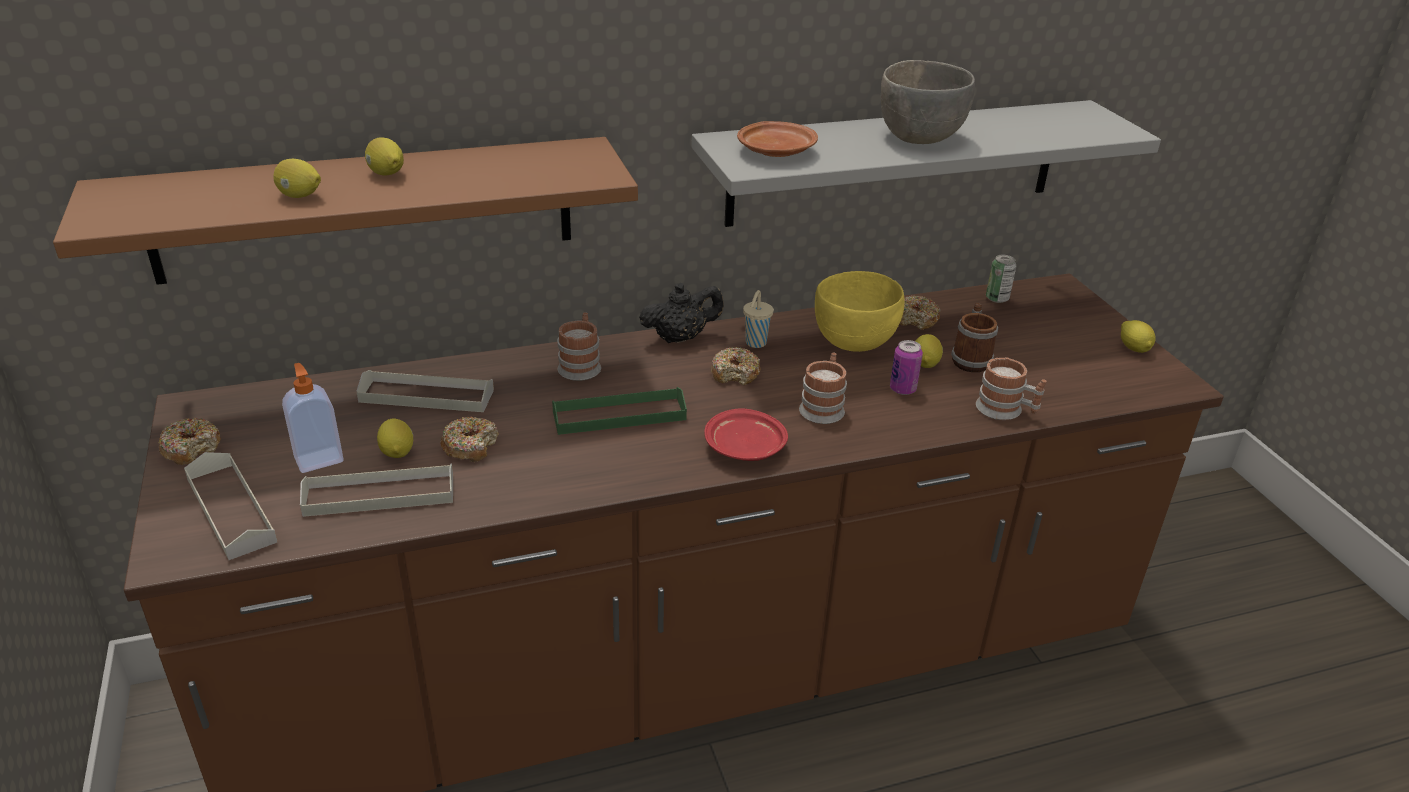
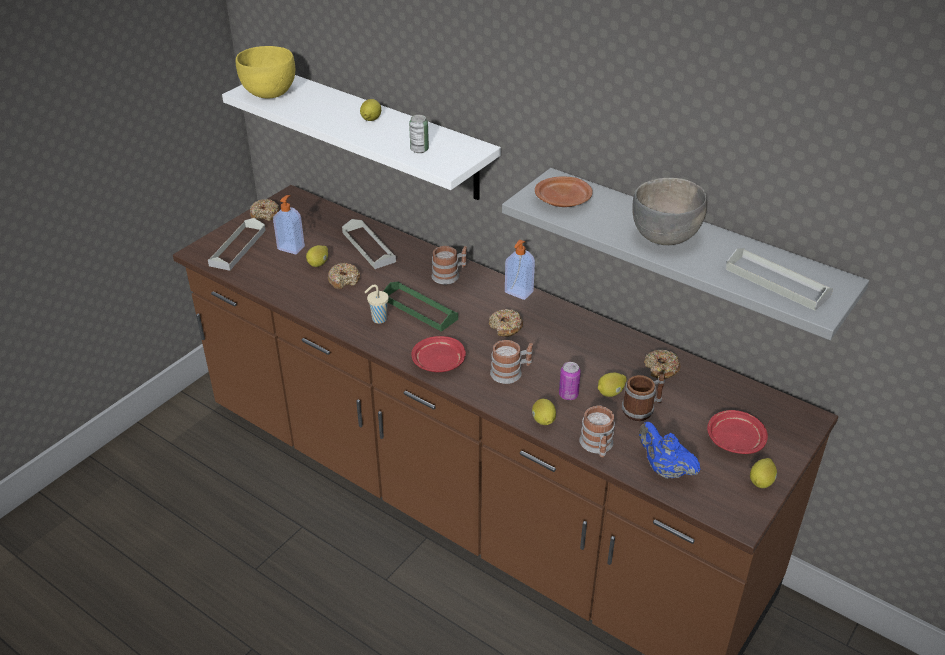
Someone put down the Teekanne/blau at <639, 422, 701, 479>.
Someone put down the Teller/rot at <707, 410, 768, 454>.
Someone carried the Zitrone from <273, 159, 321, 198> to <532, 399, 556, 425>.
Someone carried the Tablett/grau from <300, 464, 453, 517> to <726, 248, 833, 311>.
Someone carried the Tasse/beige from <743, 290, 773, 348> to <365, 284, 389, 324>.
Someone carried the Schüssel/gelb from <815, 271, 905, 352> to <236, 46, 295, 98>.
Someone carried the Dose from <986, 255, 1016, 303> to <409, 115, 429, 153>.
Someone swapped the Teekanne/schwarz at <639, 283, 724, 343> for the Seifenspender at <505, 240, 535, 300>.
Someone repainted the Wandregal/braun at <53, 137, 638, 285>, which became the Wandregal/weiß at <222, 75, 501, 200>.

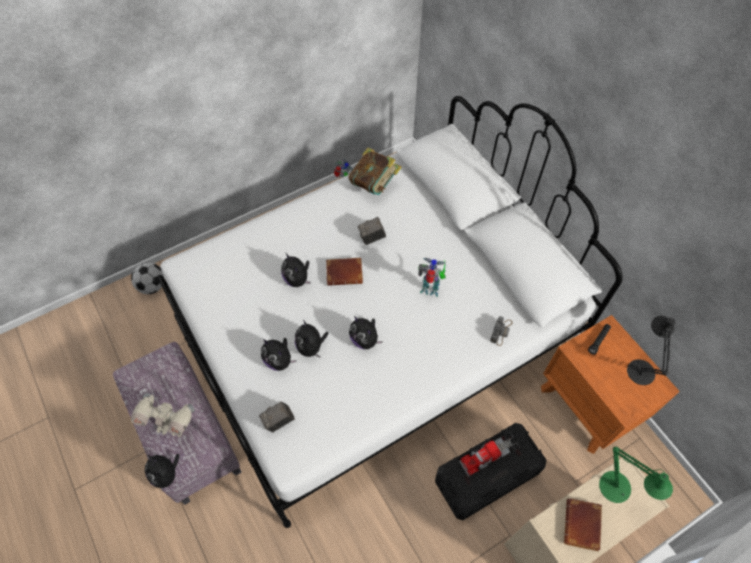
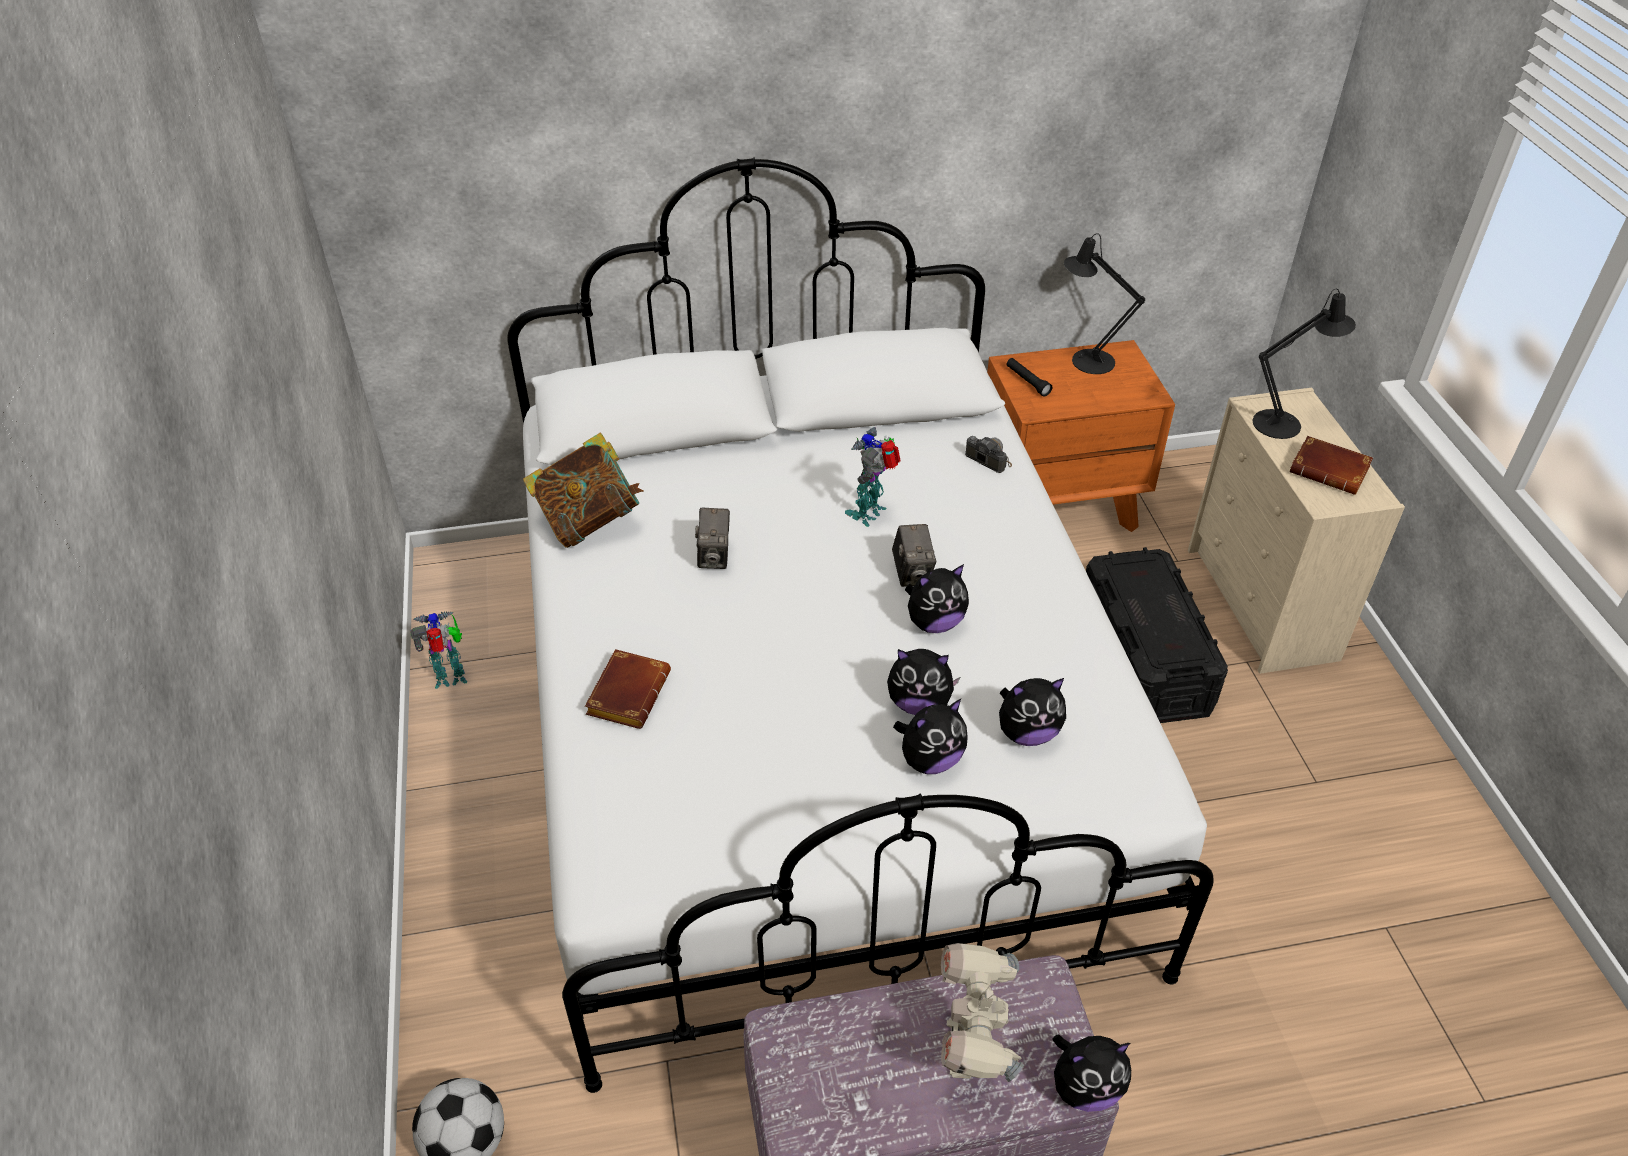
Someone took away the Spielzeuglaster at <459, 433, 520, 477>.
Someone carried the Kamera from <259, 402, 295, 432> to <892, 524, 936, 587>.
Someone carried the Plüschtier from <281, 253, 311, 287> to <999, 678, 1066, 746>.
Someone carried the Buch/braun from <326, 258, 363, 286> to <585, 649, 671, 729>.
Someone repainted the Tischlampe/grün at <599, 447, 673, 503>, which became the Tischlampe/schwarz at <1252, 289, 1356, 439>.
Someone rotated the Spielzeugroboter at <131, 393, 195, 437> by 150 degrees clockwise.

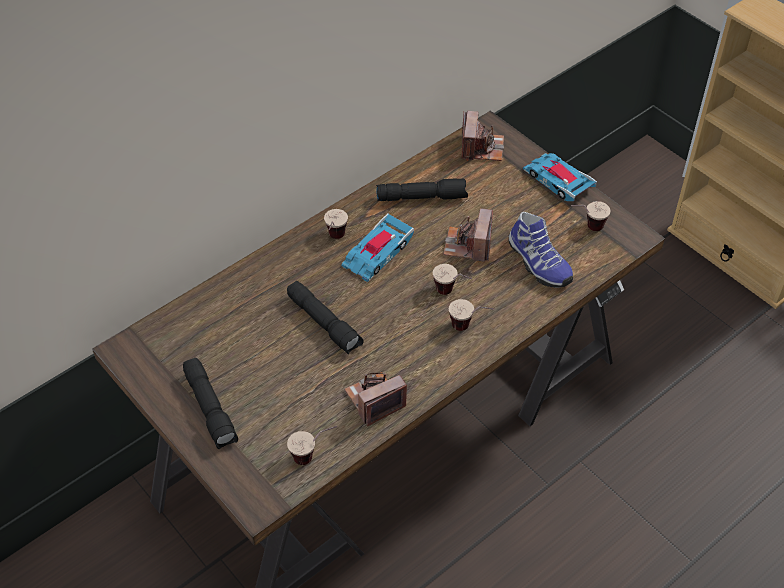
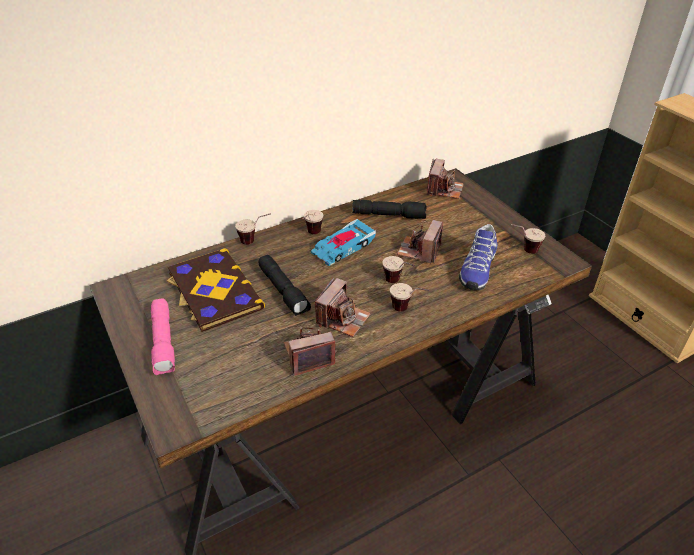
Someone took away the Spielzeugauto at <523, 153, 597, 201>.
Someone put down the Buch at <166, 248, 265, 332>.
Someone put down the Kamera at <315, 277, 371, 337>.
Someone carried the Tasse from <287, 426, 337, 465> to <235, 213, 271, 245>.
Someone repainted the Taschenlampe/schwarz at <183, 358, 238, 449>, which became the Taschenlampe/rosa at <151, 299, 175, 375>.
Someone rotated the Schuh at <508, 212, 573, 288> by 45 degrees clockwise.

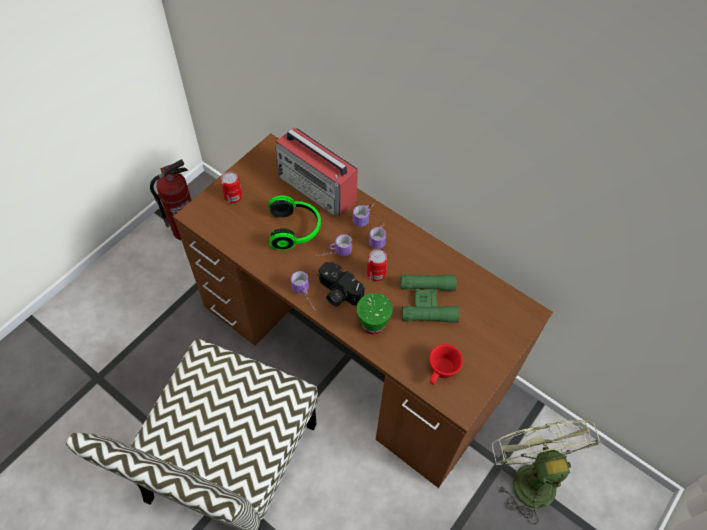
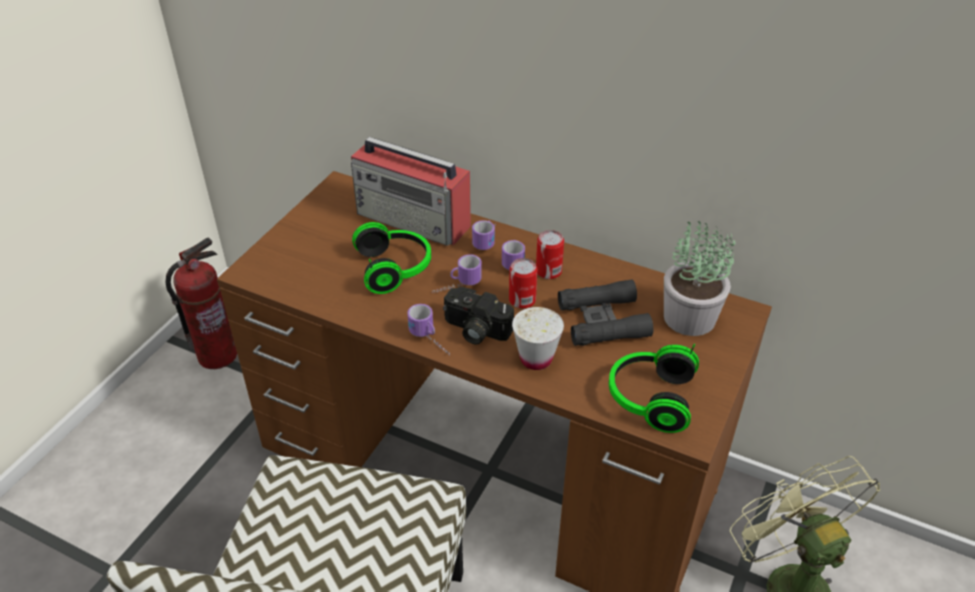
Someone put down the Topfpflanze at <664, 221, 735, 336>.
Someone carried the Dose from <220, 171, 242, 203> to <536, 230, 564, 279>.
Someone swapped the Tasse/rot at <429, 344, 463, 385> for the Kopfhörer at <609, 344, 699, 433>.
Someone repainted the Tasse/grün at <357, 293, 393, 334>, which became the Tasse/weiß at <512, 307, 564, 370>.
Someone repainted the Fernglas/grün at <401, 274, 459, 323>, which became the Fernglas/schwarz at <558, 279, 653, 346>.

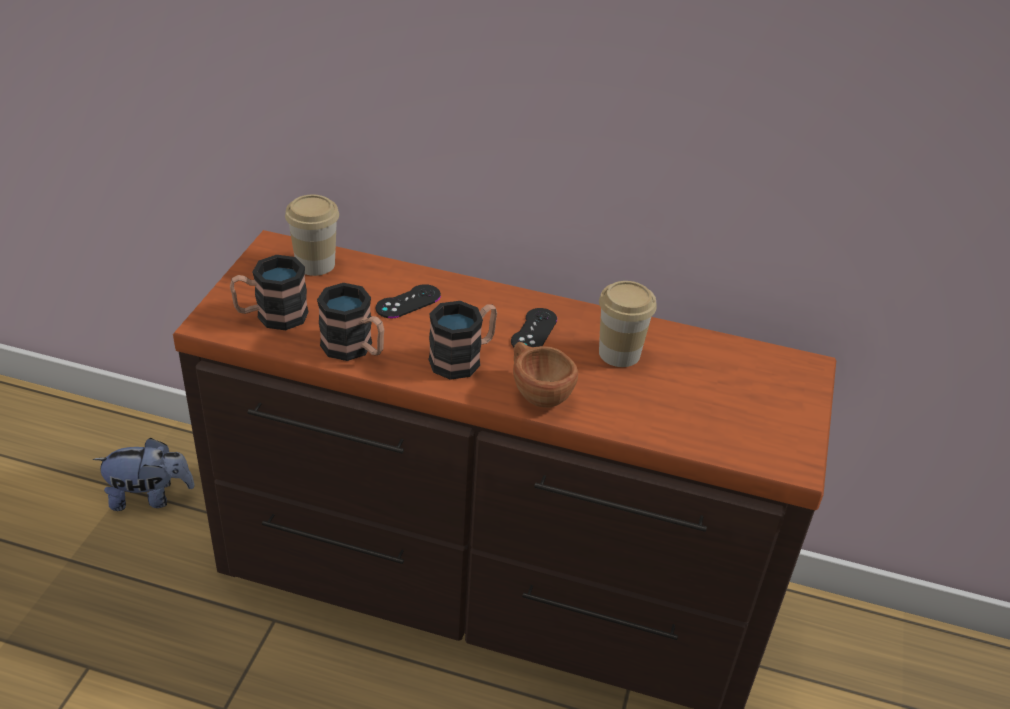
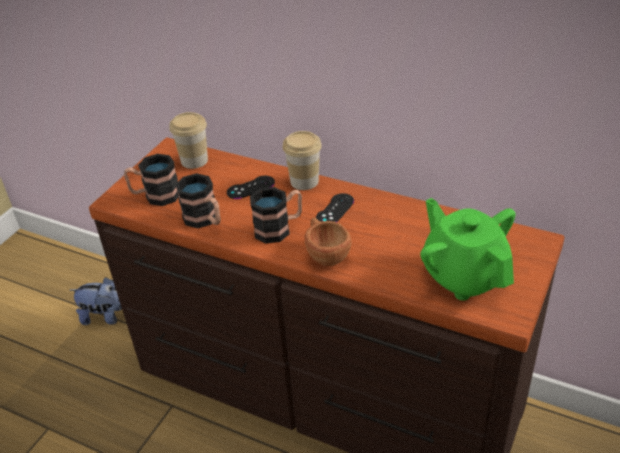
Someone put down the Teekanne/grün at <420, 198, 516, 300>.
Someone carried the Tasse from <599, 281, 657, 367> to <283, 131, 322, 190>.

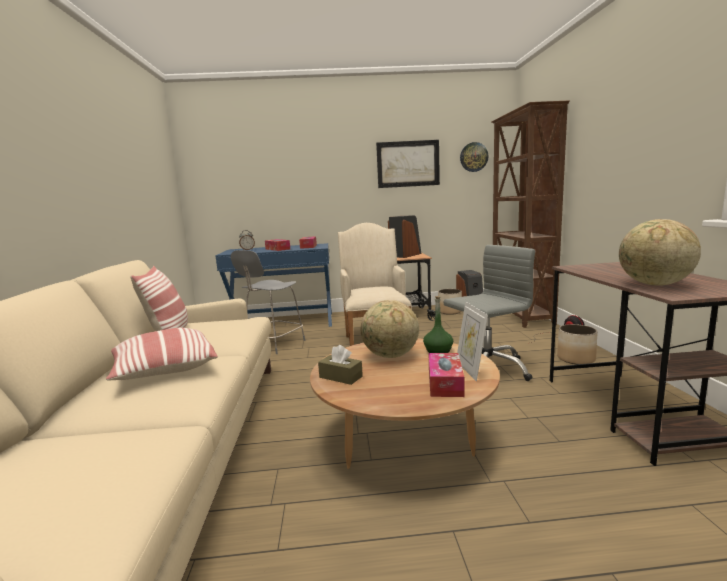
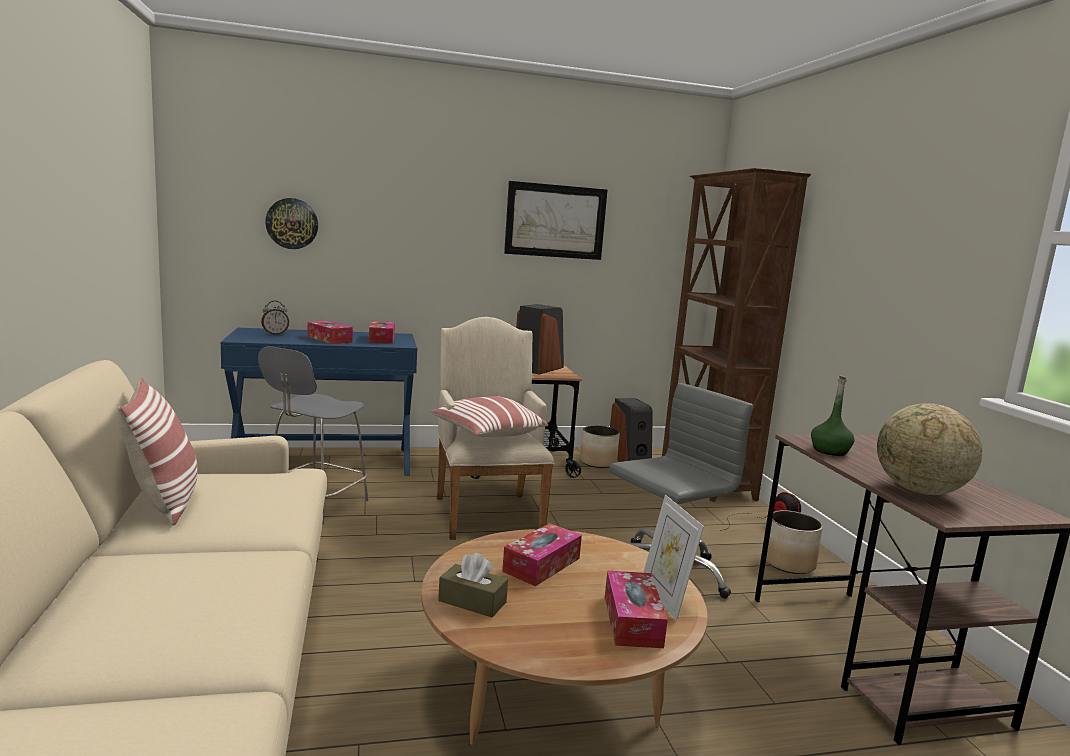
Someone carried the Kissen from <106, 328, 218, 381> to <430, 396, 548, 437>.
Someone carried the Flasche/grün from <423, 296, 453, 353> to <811, 375, 854, 456>.
Someone carried the Wanduhr from <460, 142, 489, 172> to <265, 198, 318, 249>.
Someone swapped the Globus at <361, 300, 419, 358> for the Taschentuchbox at <502, 523, 582, 586>.

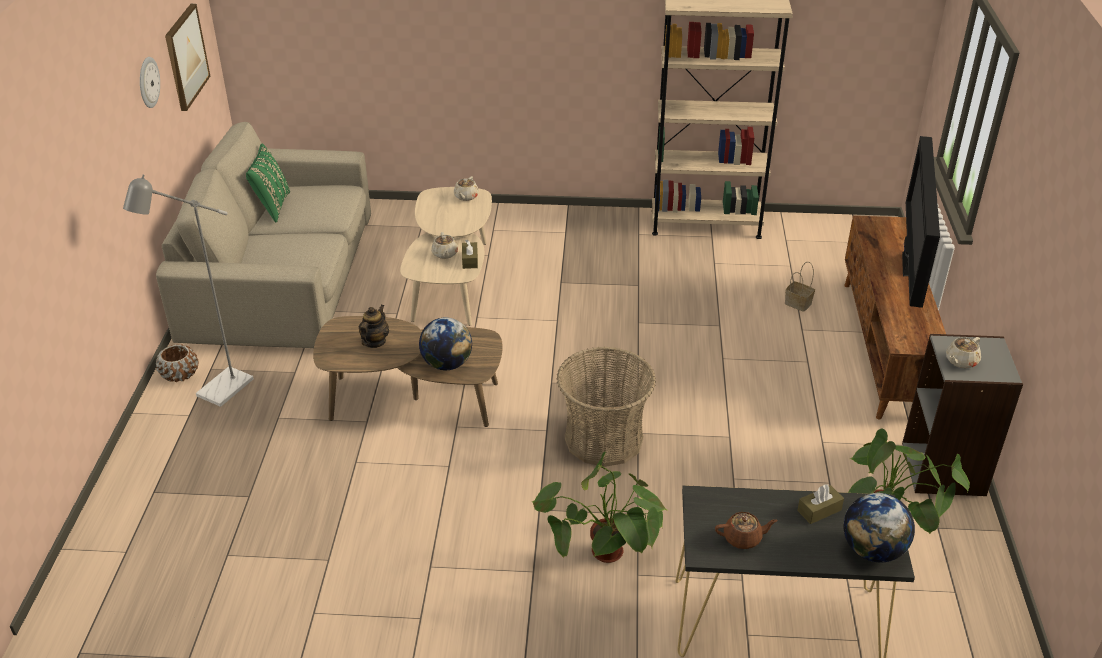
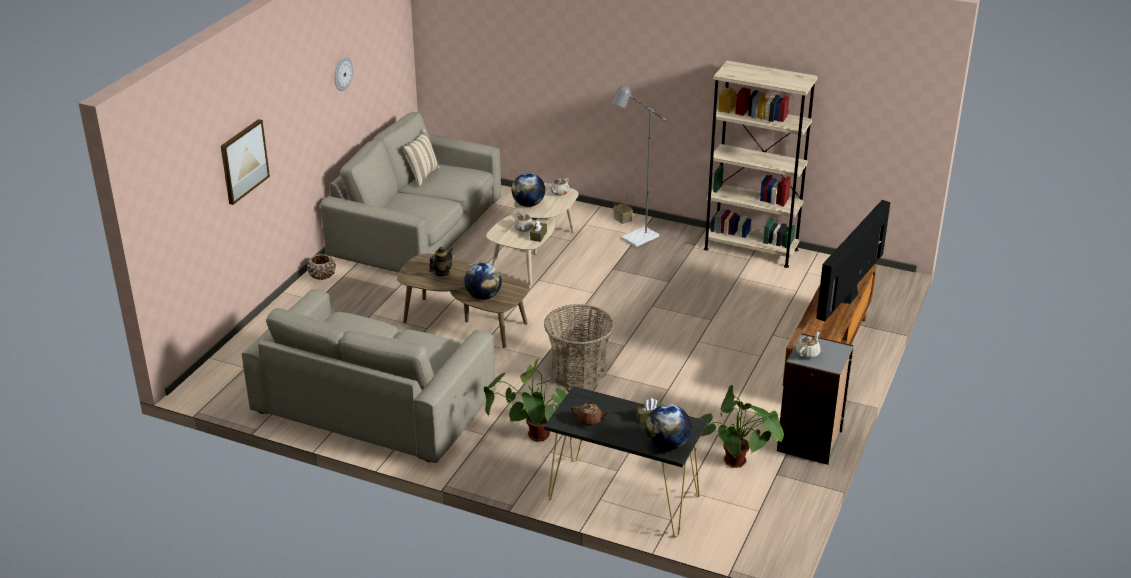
Someone put down the Sofa/beige at <242, 289, 496, 463>.
Someone put down the Globus at <512, 173, 545, 207>.
Someone carried the Stehlampe/grau from <123, 175, 254, 407> to <612, 84, 668, 247>.
Someone carried the Bild from <165, 4, 210, 111> to <221, 119, 270, 205>.
Someone carried the Korb from <785, 262, 815, 312> to <613, 189, 633, 224>.
Someone repainted the Kissen/grün at <246, 144, 290, 222>, which became the Kissen/beige at <403, 129, 440, 187>.
Someone rotated the Teekanne/beige at <946, 337, 981, 368> by 150 degrees clockwise.

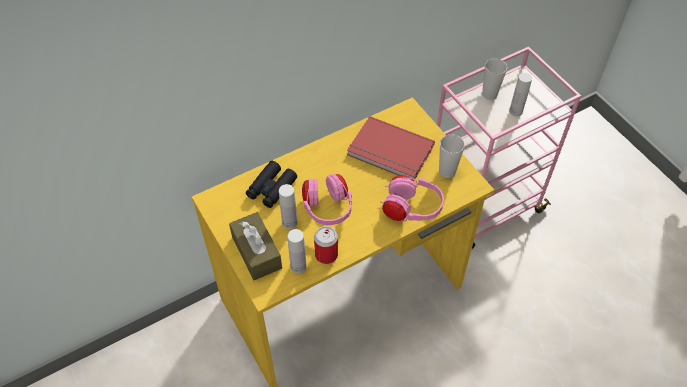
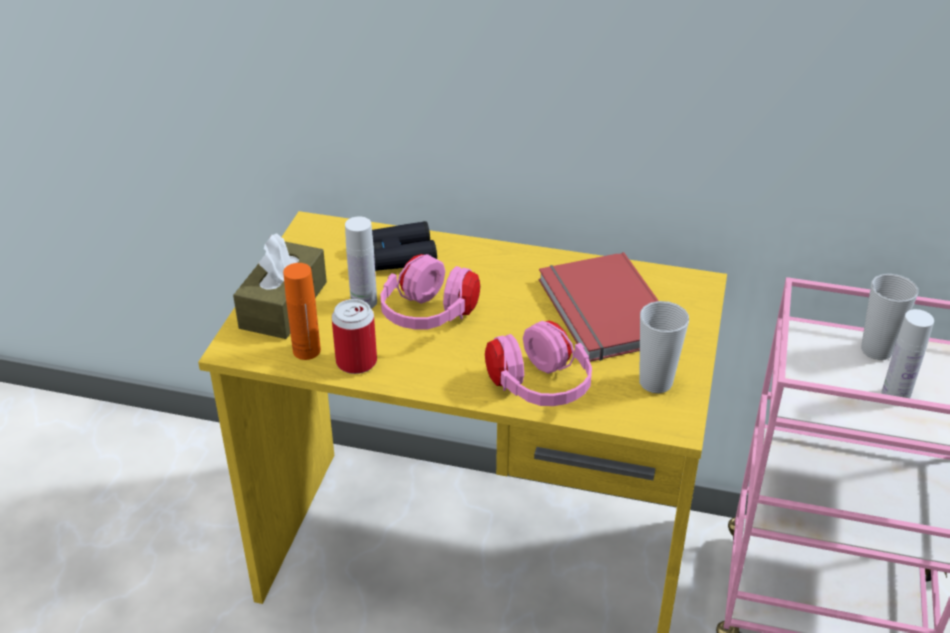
Someone repainted the Flasche/weiß at <288, 229, 307, 274>, which became the Flasche/orange at <283, 263, 321, 360>.

